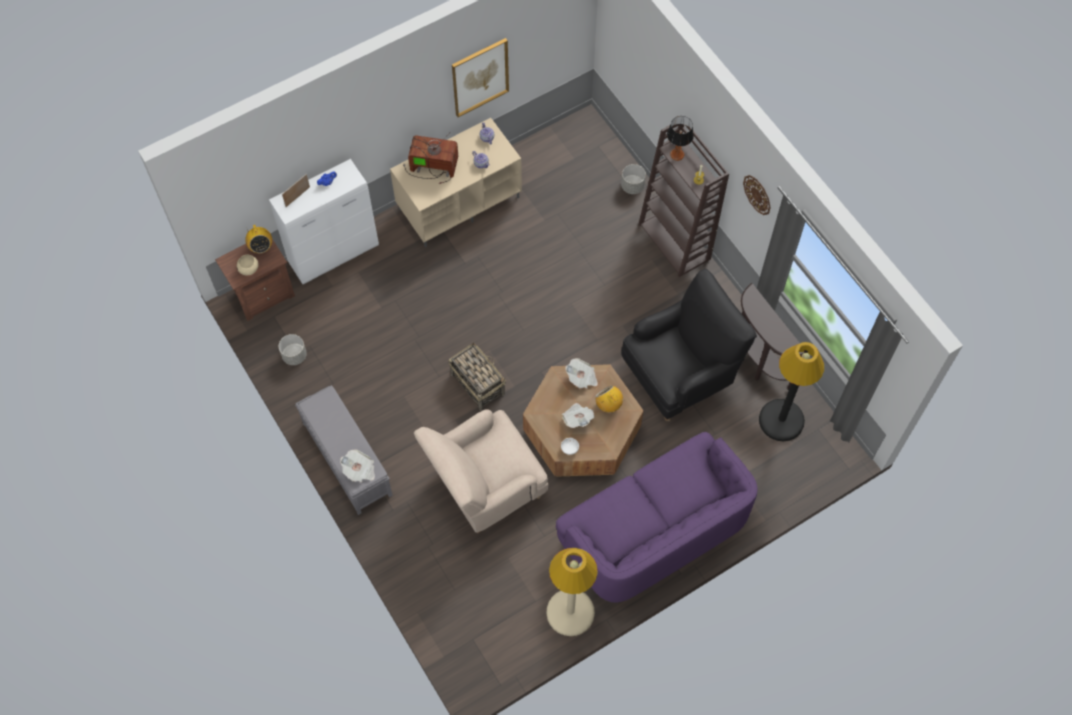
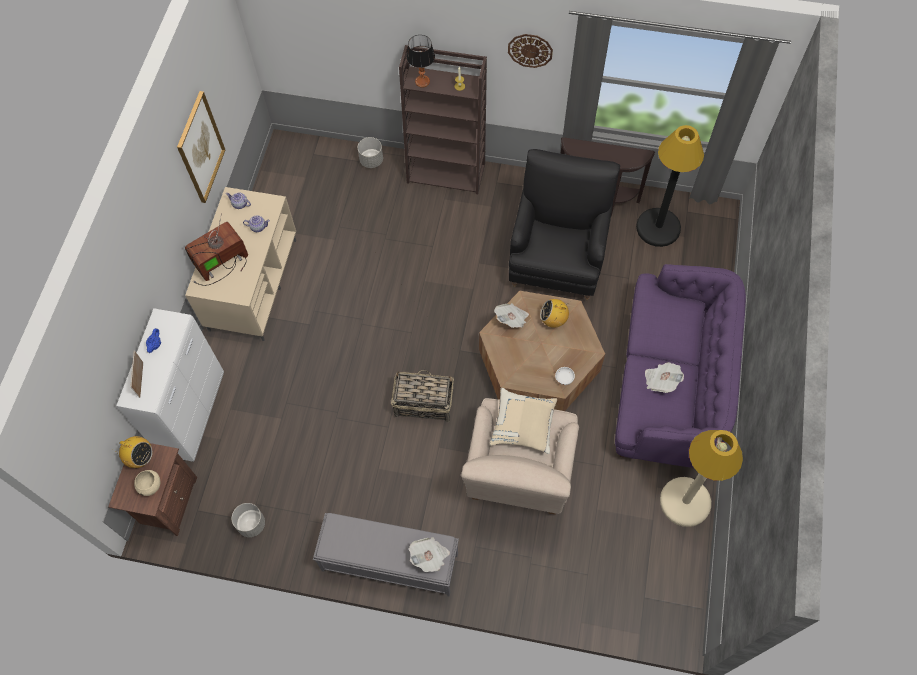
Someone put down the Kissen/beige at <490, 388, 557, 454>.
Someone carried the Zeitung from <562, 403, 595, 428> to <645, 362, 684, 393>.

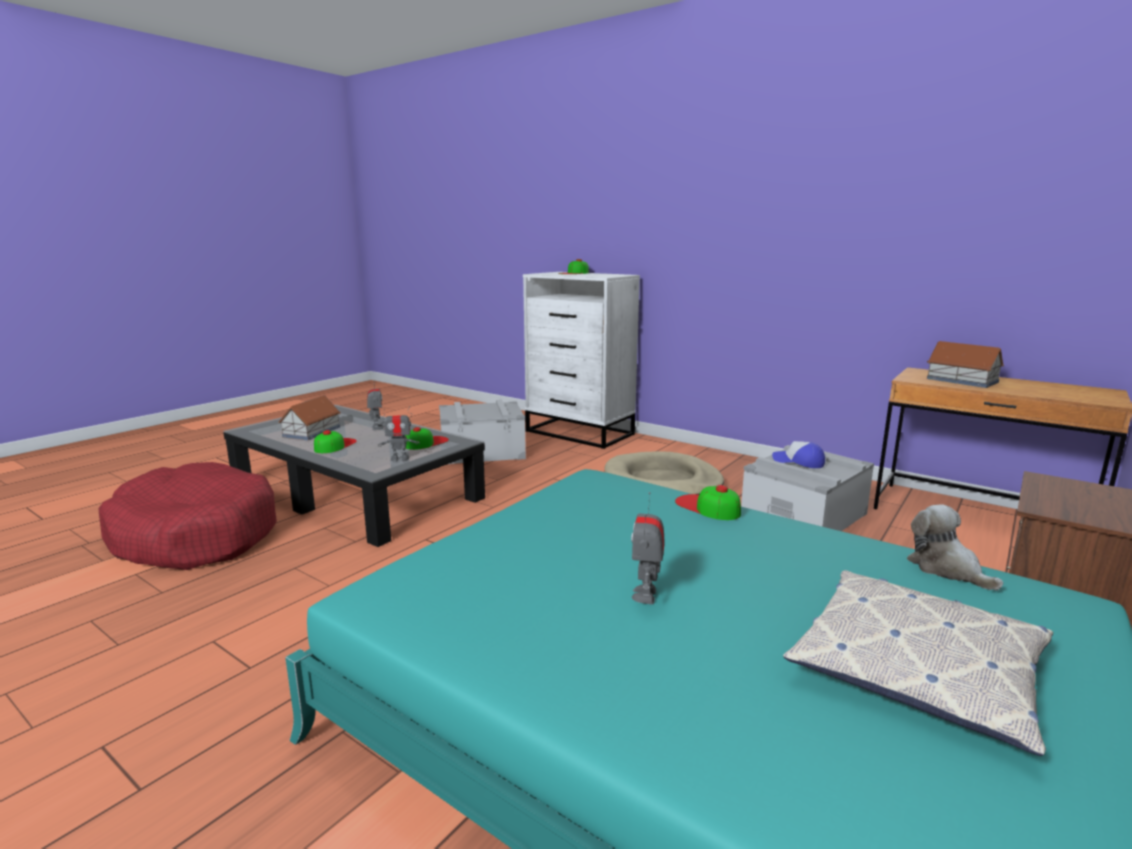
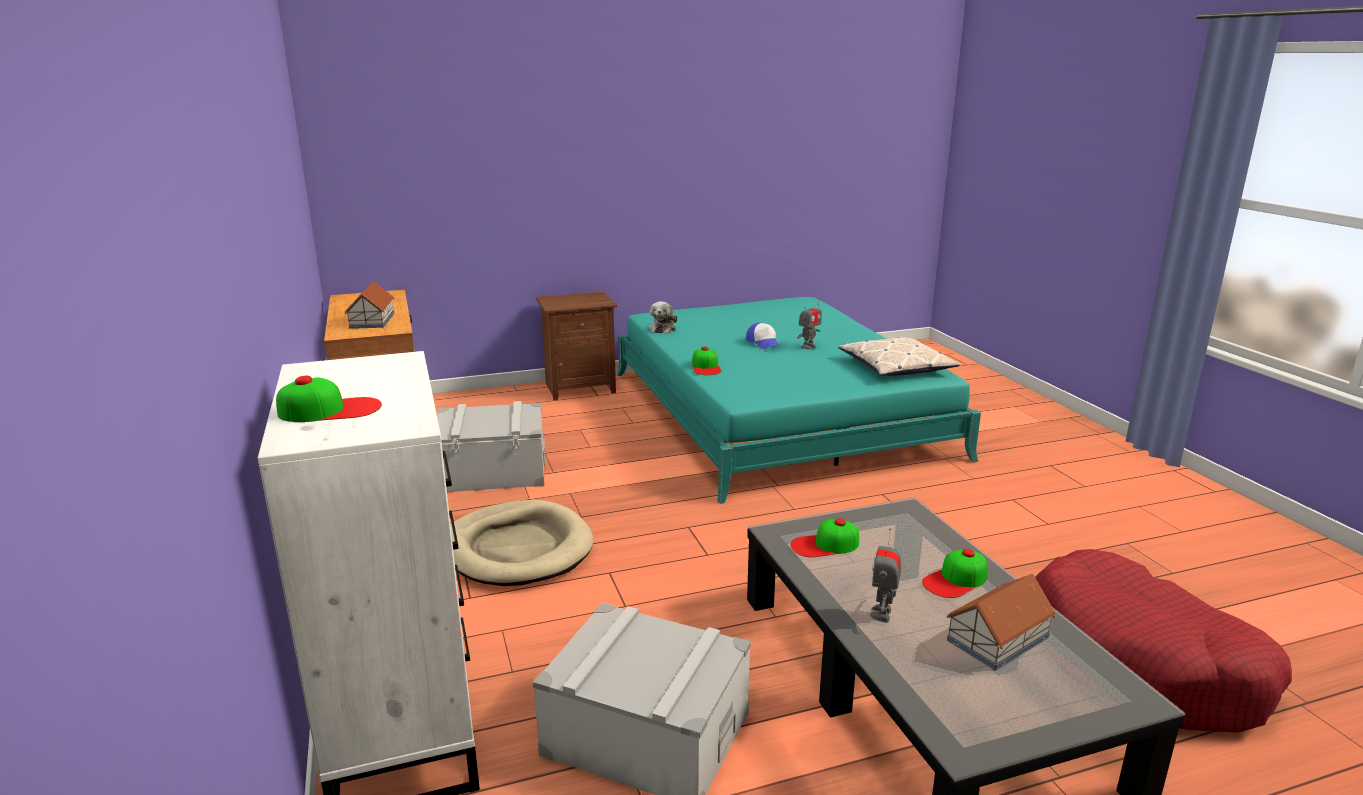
Someone took away the Spielzeugroboter at <378, 406, 420, 462>.
Someone carried the Kappe from <772, 441, 825, 468> to <746, 323, 780, 349>.
Someone carried the Kissen from <783, 570, 1053, 756> to <838, 337, 960, 376>.

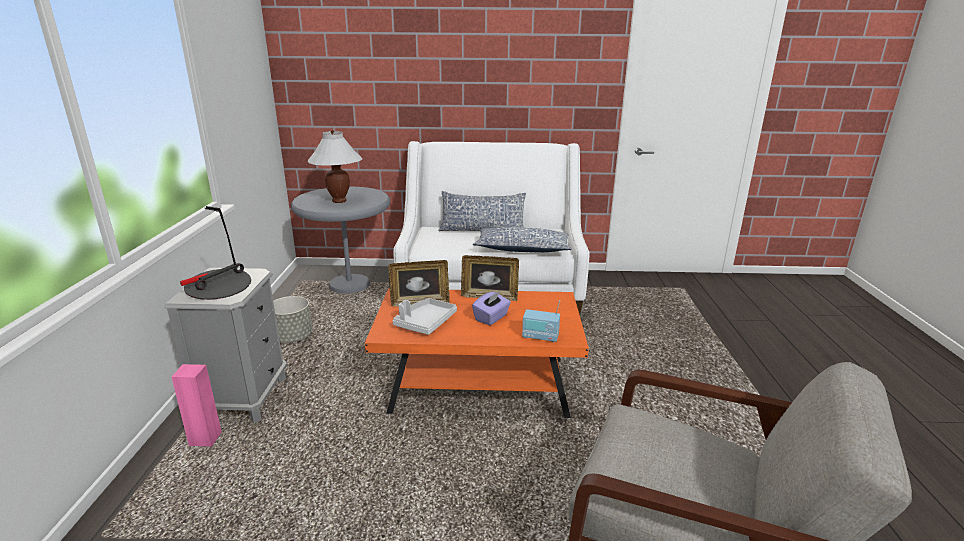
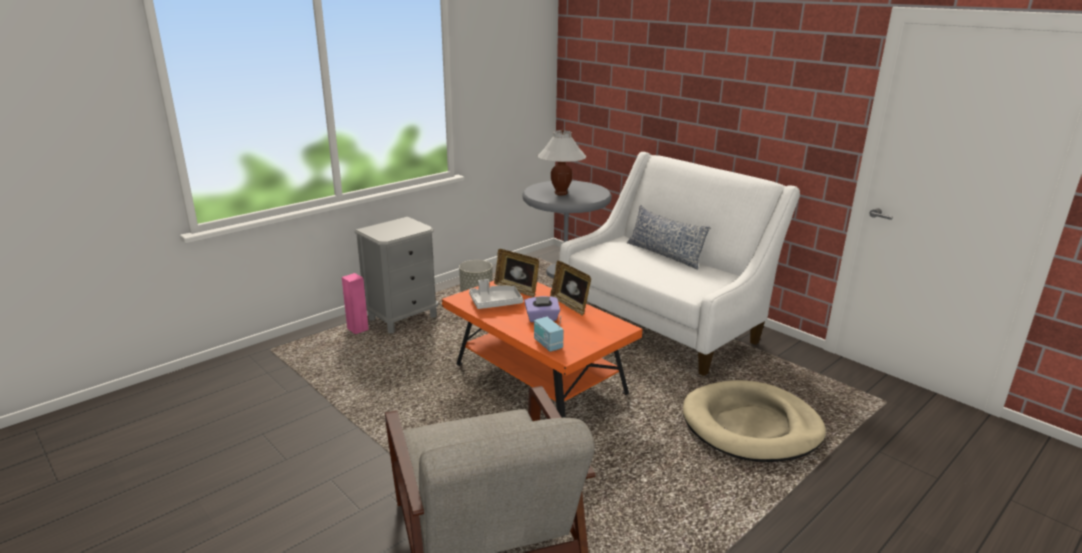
Someone took away the Tischlampe at <180, 206, 251, 300>.
Someone took away the Kissen at <473, 227, 572, 252>.
Someone put down the Hundebett/beige at <683, 380, 826, 462>.

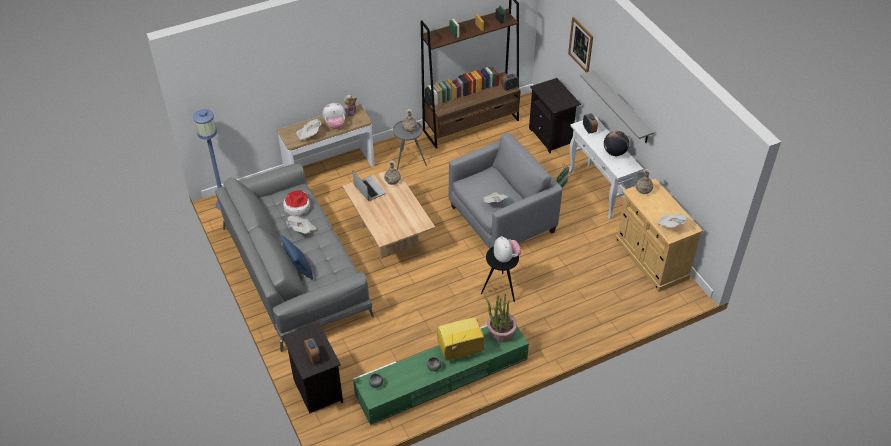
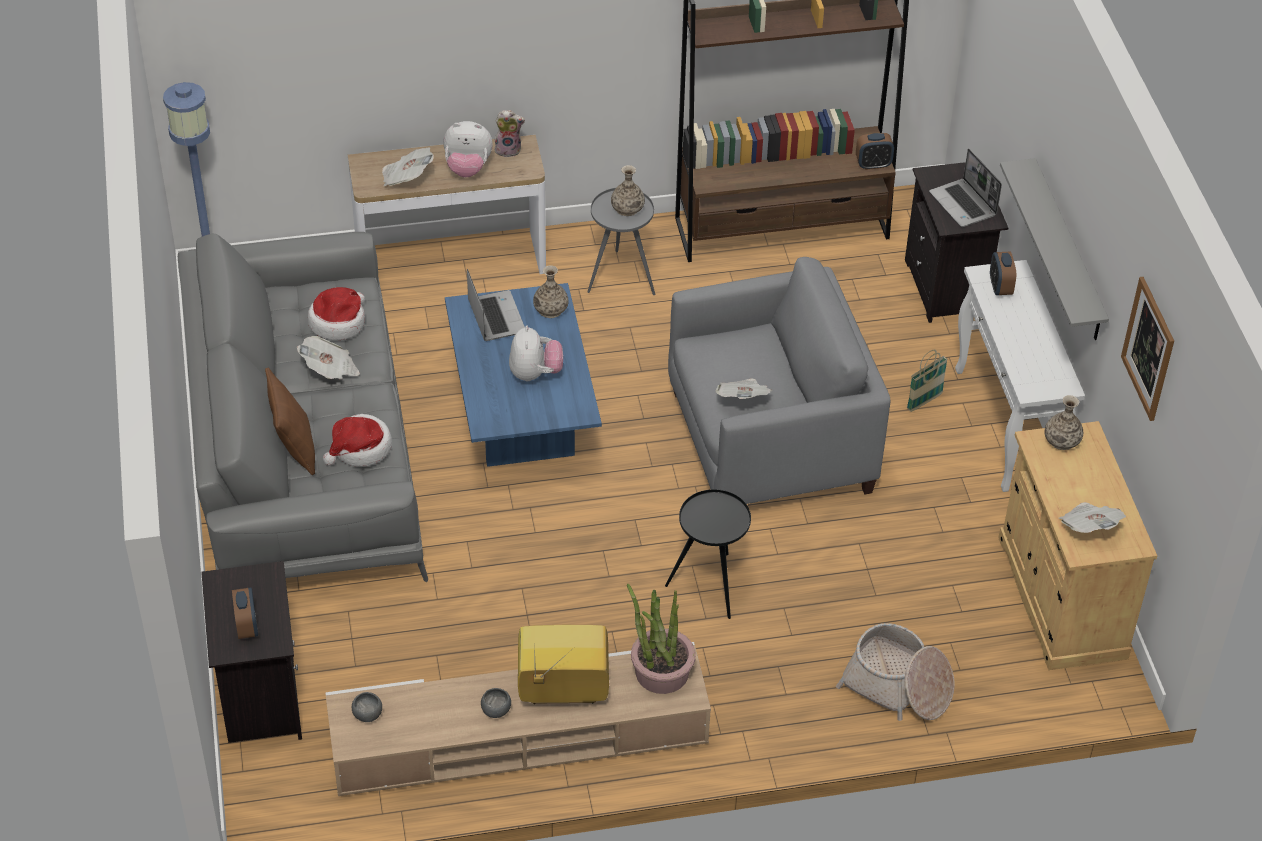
Someone took away the Globus at <604, 131, 629, 156>.
Someone put down the Hut at <323, 414, 392, 467>.
Someone put down the Korb at <836, 623, 955, 721>.
Someone put down the Laptop at <929, 148, 1002, 227>.
Someone carried the Plüschtier from <494, 236, 521, 263> to <509, 326, 563, 382>.
Someone carried the Bild from <568, 17, 593, 72> to <1121, 277, 1174, 421>.
Someone repainted the Kissen/blau at <280, 234, 313, 280>, which became the Kissen/braun at <265, 368, 315, 475>.
Someone repainted the Couchtisch/beige at <342, 168, 435, 259>, which became the Couchtisch/blau at <445, 283, 602, 467>.
Someone repainted the Fernsehschrank/grün at <353, 325, 529, 425>, which became the Fernsehschrank/beige at <325, 642, 711, 796>.

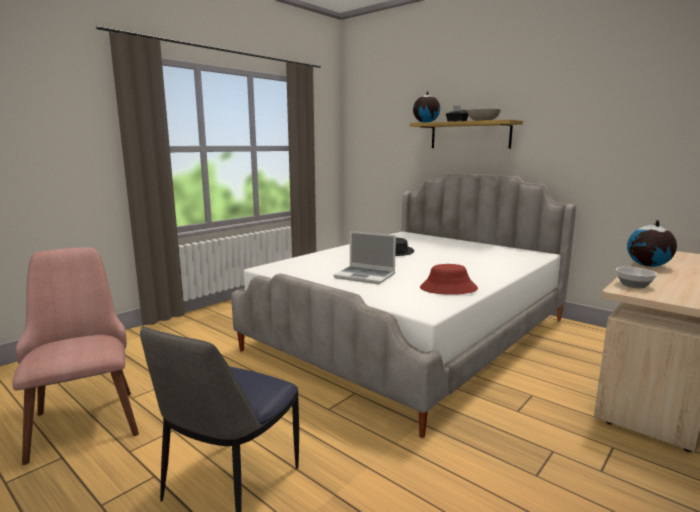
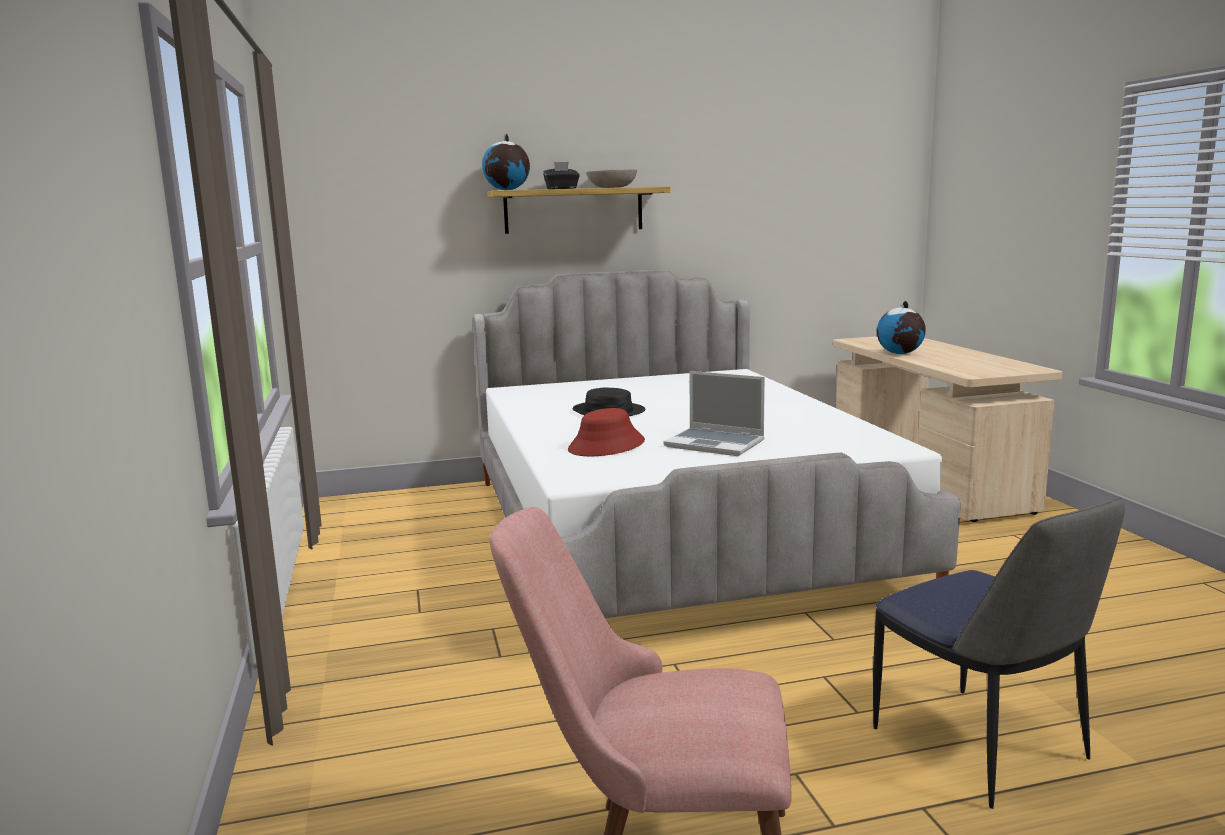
Someone took away the Schüssel at <616, 267, 657, 288>.
Someone carried the Hut/rot from <420, 264, 478, 295> to <568, 408, 645, 456>.
Someone rotated the Laptop at <333, 231, 396, 284> by 60 degrees clockwise.

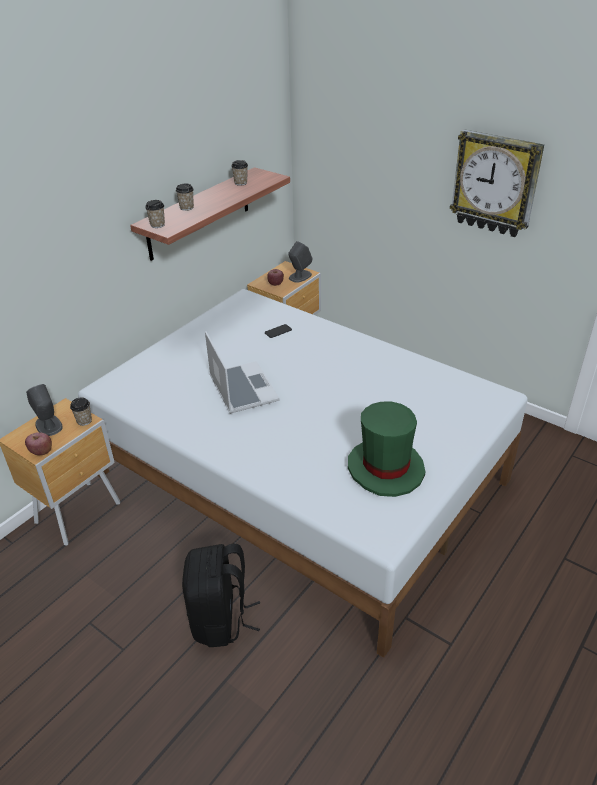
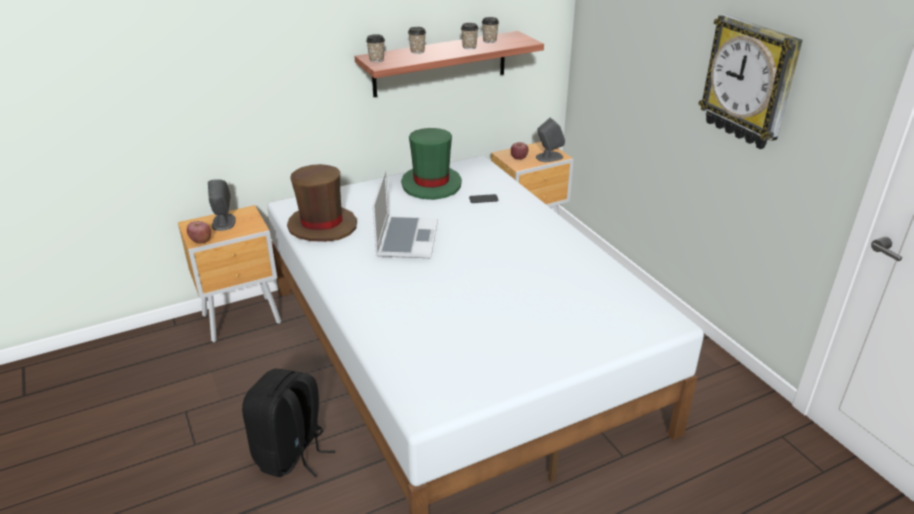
Someone put down the Hut/braun at <287, 164, 357, 242>.
Someone carried the Tasse from <70, 397, 92, 426> to <461, 23, 479, 49>.
Someone carried the Hut/grün from <348, 401, 425, 497> to <401, 128, 462, 200>.

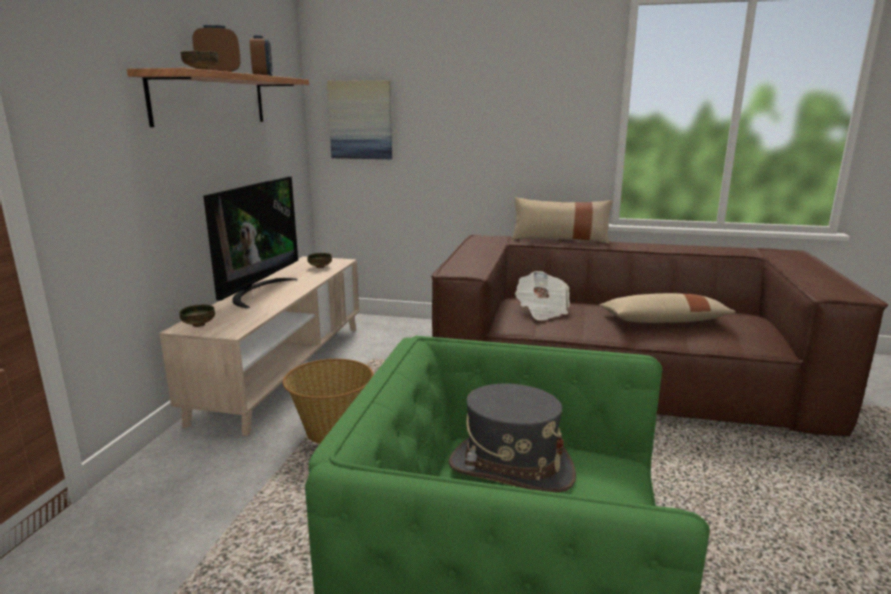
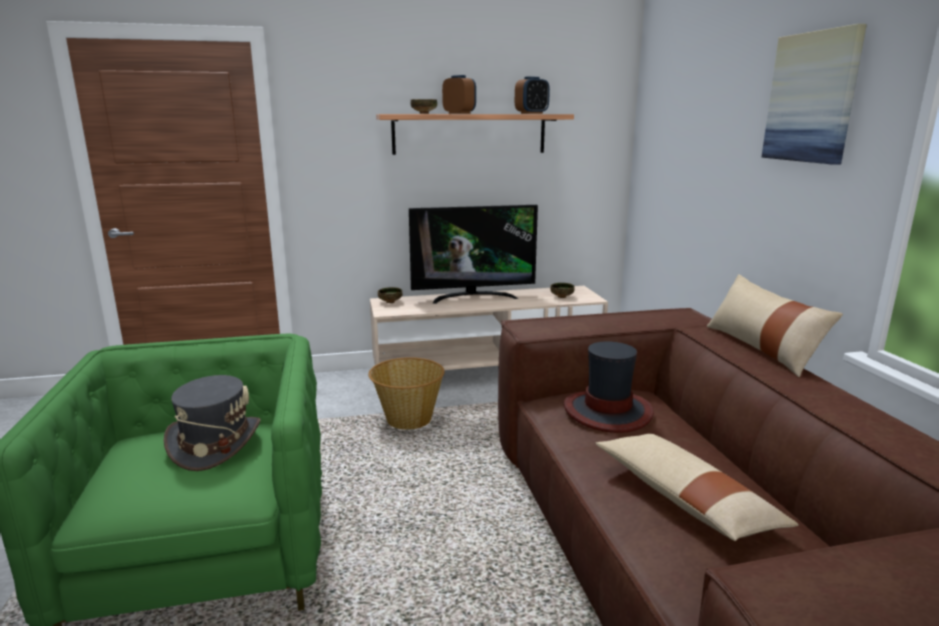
Someone carried the Bild from <327, 80, 392, 159> to <761, 24, 867, 165>.
Someone swapped the Zeitung at <515, 271, 570, 320> for the Hut at <564, 341, 654, 433>.

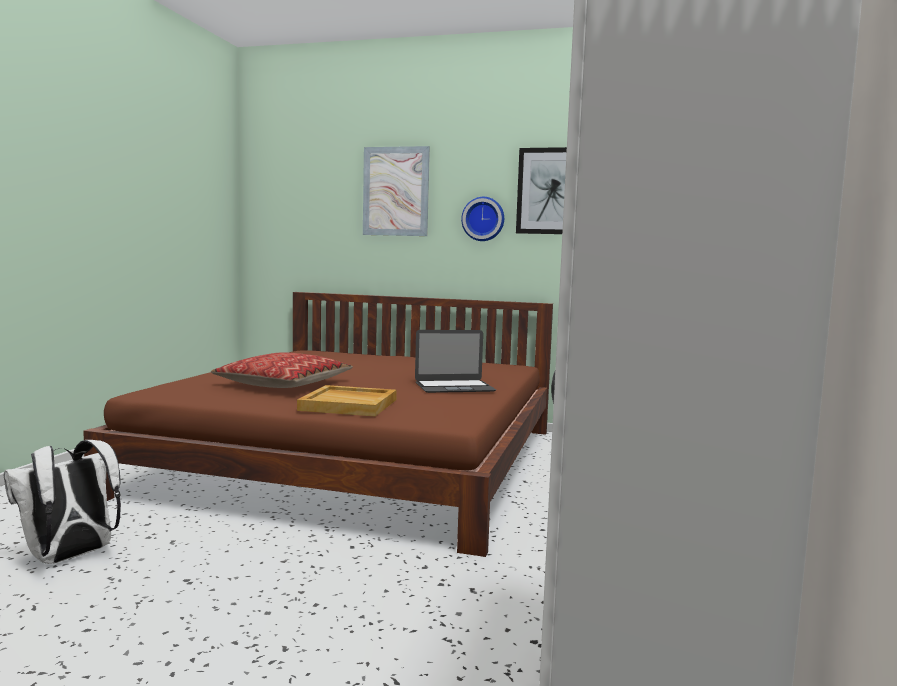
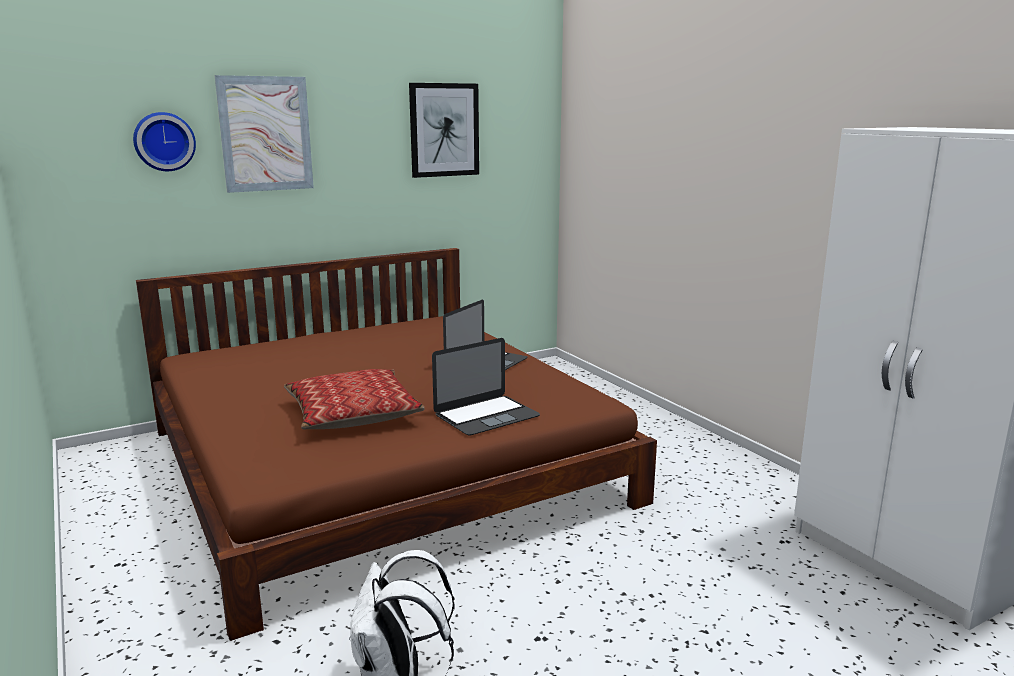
Someone carried the Wanduhr from <461, 197, 504, 241> to <133, 112, 196, 171>.
Someone swapped the Tablett/beige at <297, 385, 397, 416> for the Laptop at <432, 338, 540, 436>.

